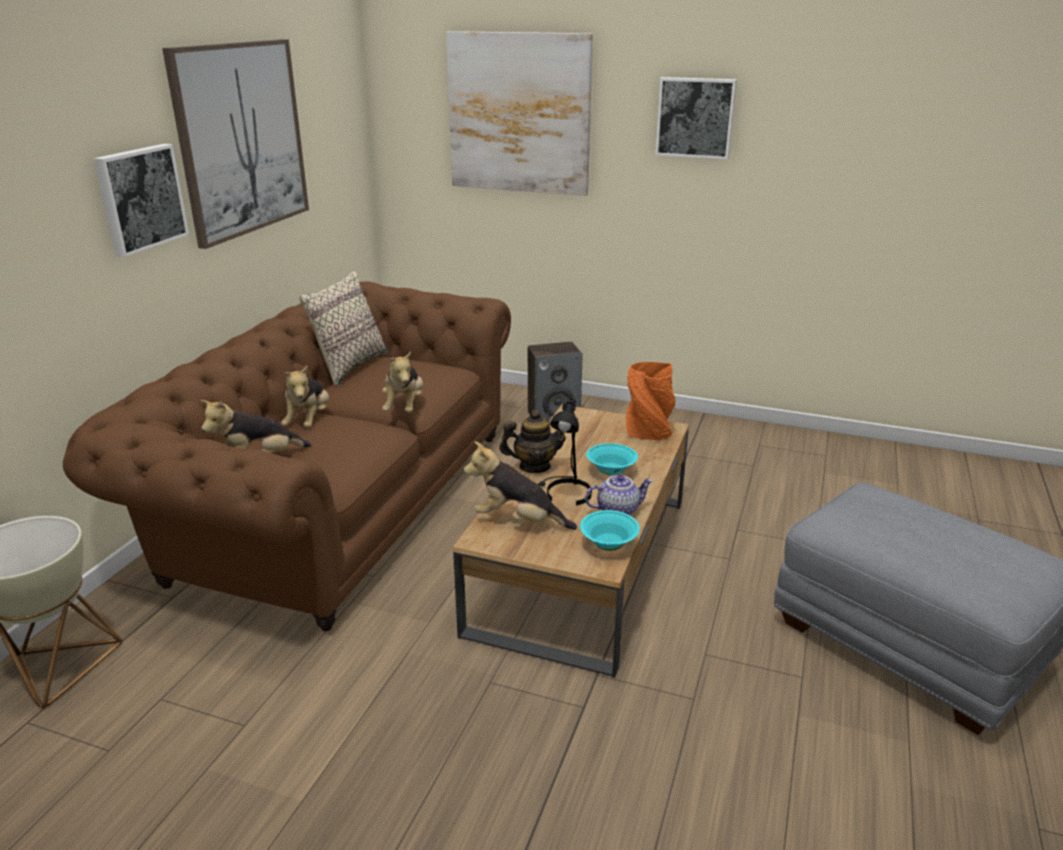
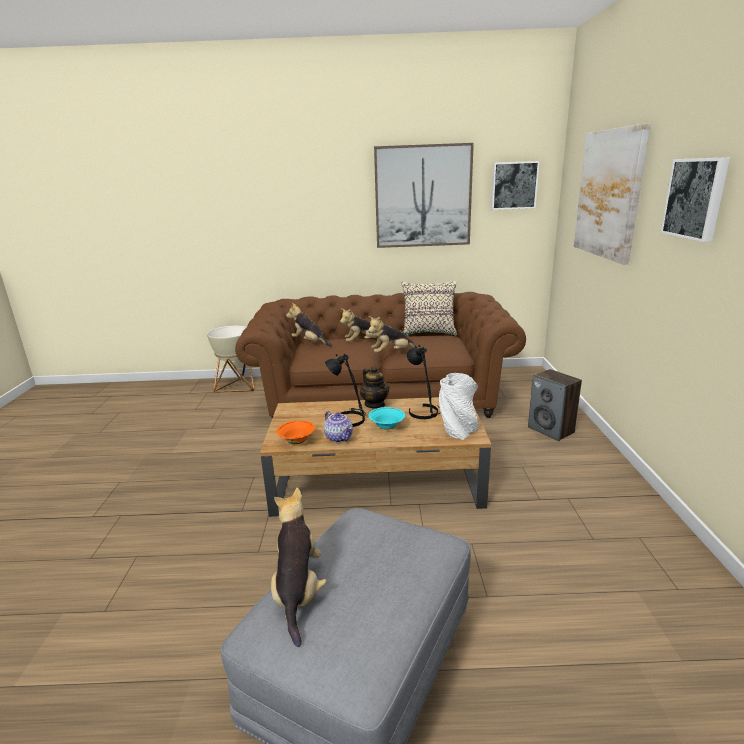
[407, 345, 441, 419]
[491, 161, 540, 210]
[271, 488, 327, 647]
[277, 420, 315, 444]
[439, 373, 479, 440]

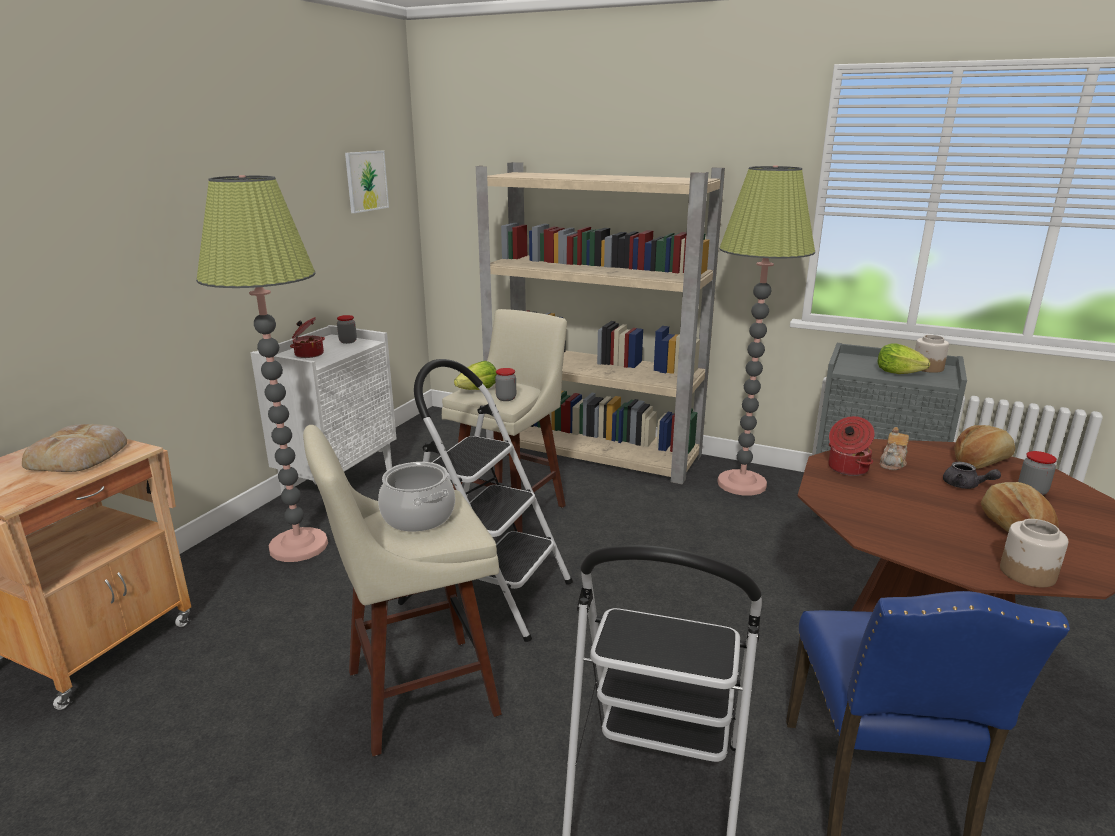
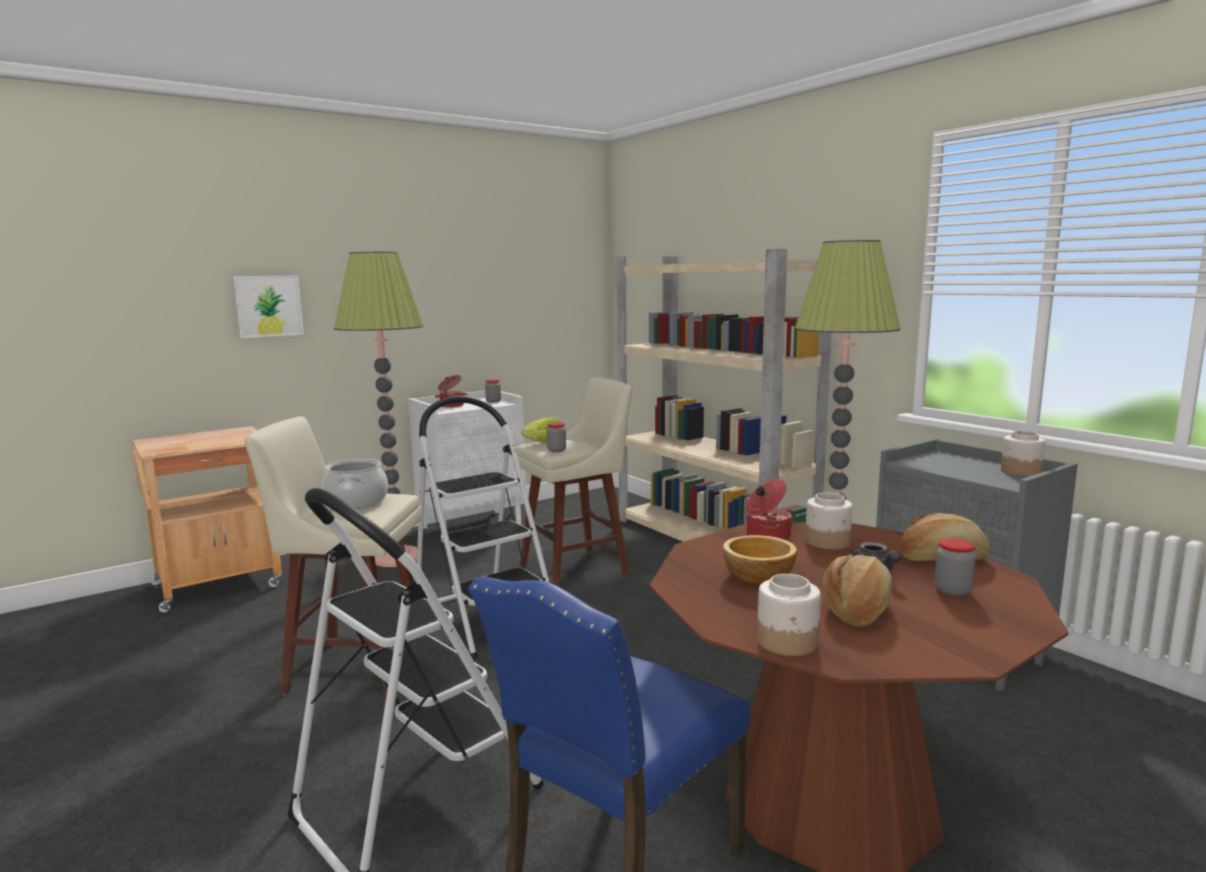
[22, 424, 127, 472] (first image)
[877, 343, 930, 374] (first image)
[723, 535, 797, 585]
[233, 276, 304, 338]
[805, 493, 853, 550]

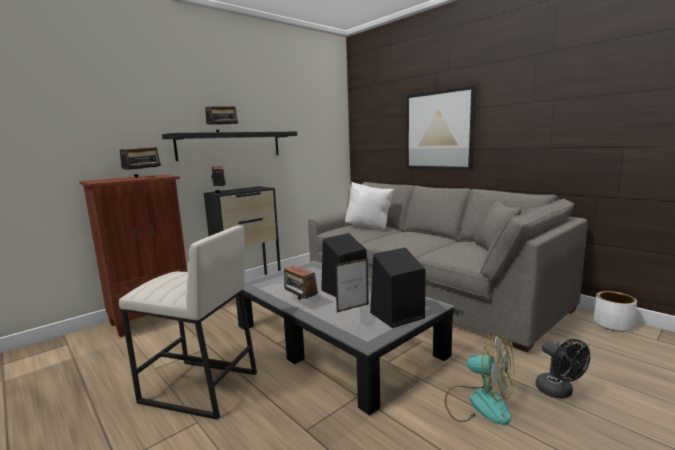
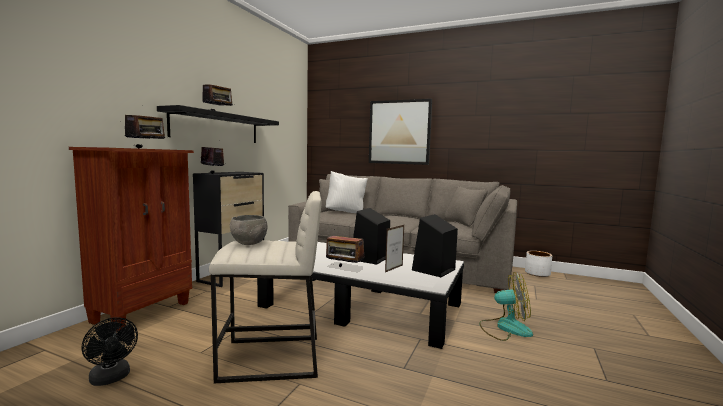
[230, 215, 268, 245]
[81, 317, 138, 386]

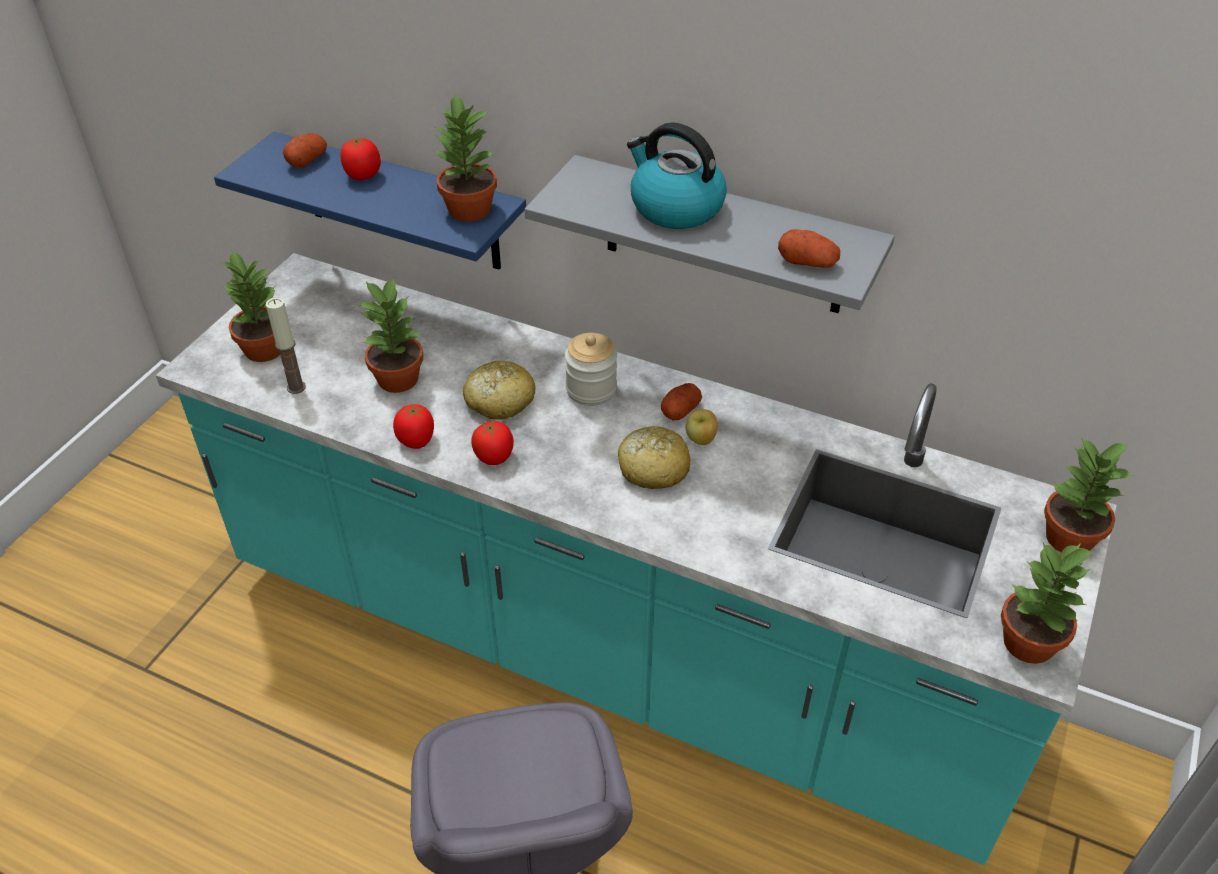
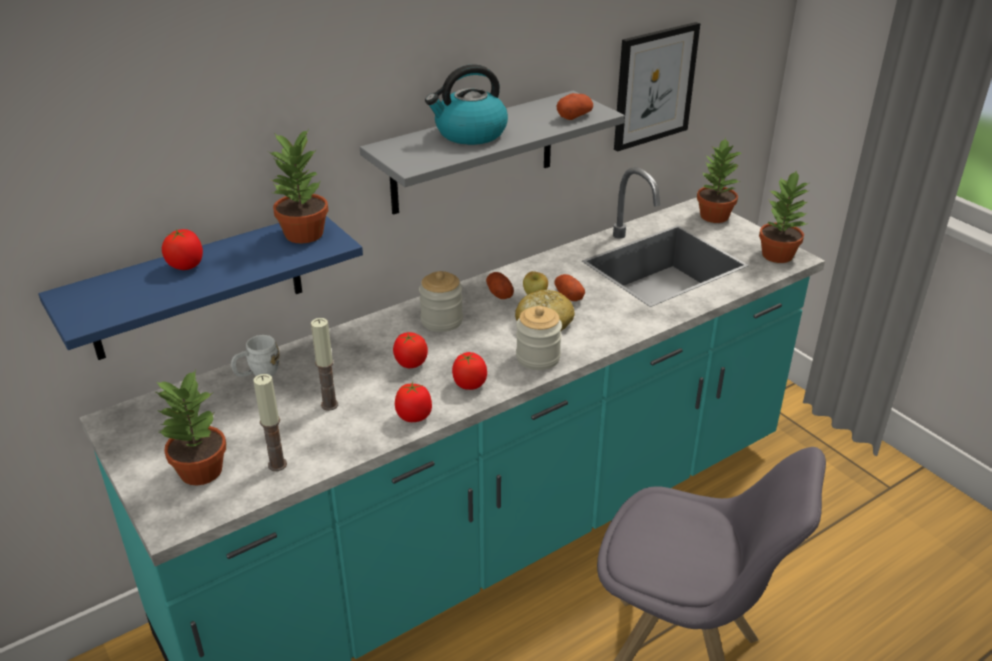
[231, 335, 280, 377]
[516, 306, 562, 370]
[614, 22, 701, 152]
[554, 274, 585, 301]
[311, 318, 338, 411]
[393, 332, 428, 368]

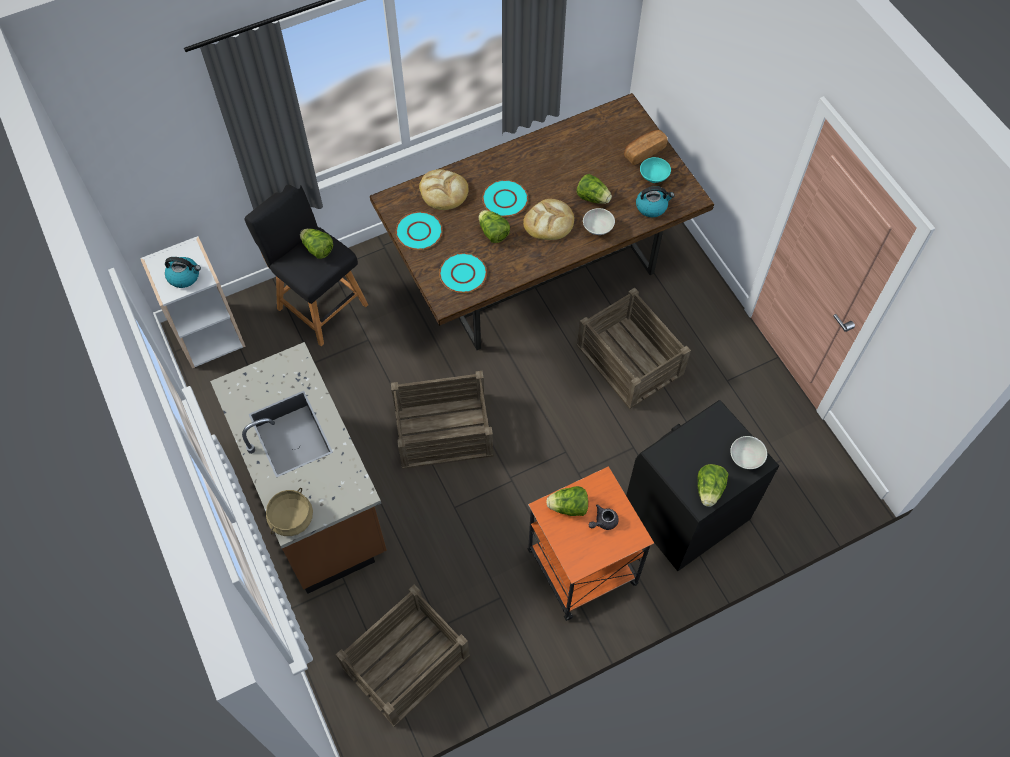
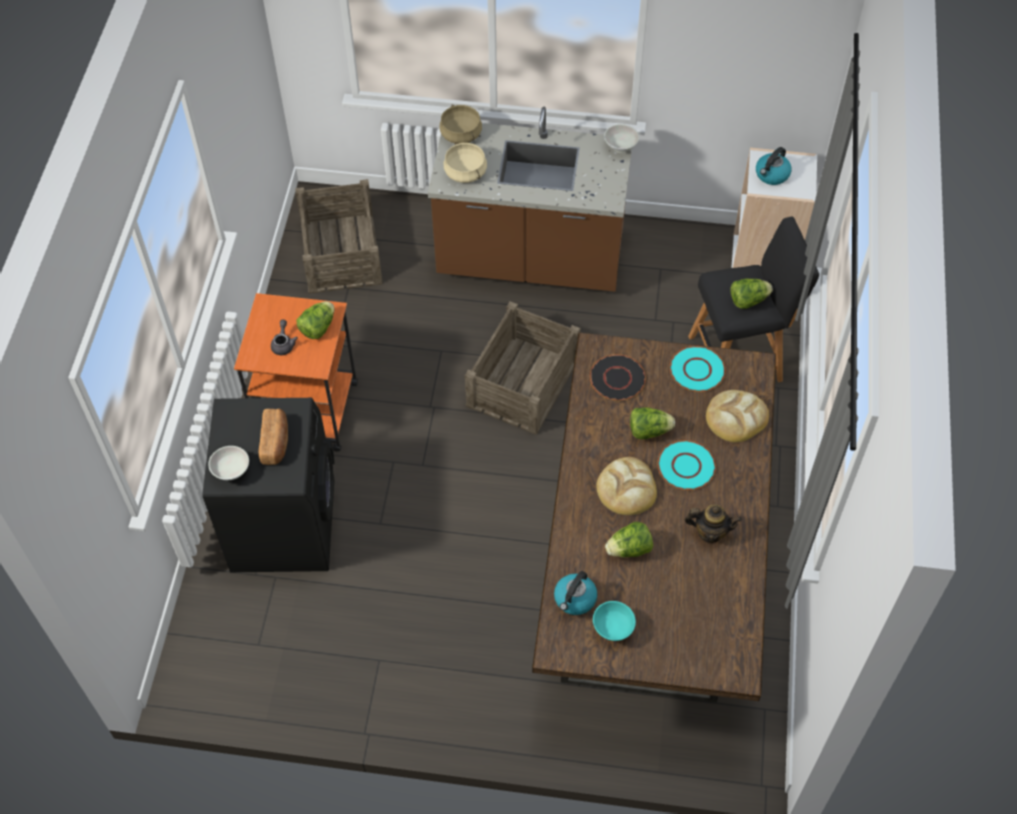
[576, 288, 691, 409] (first image)
[698, 464, 728, 507] (first image)
[444, 142, 487, 183]
[684, 505, 742, 543]
[604, 124, 639, 153]
[259, 409, 288, 465]
[590, 354, 646, 400]

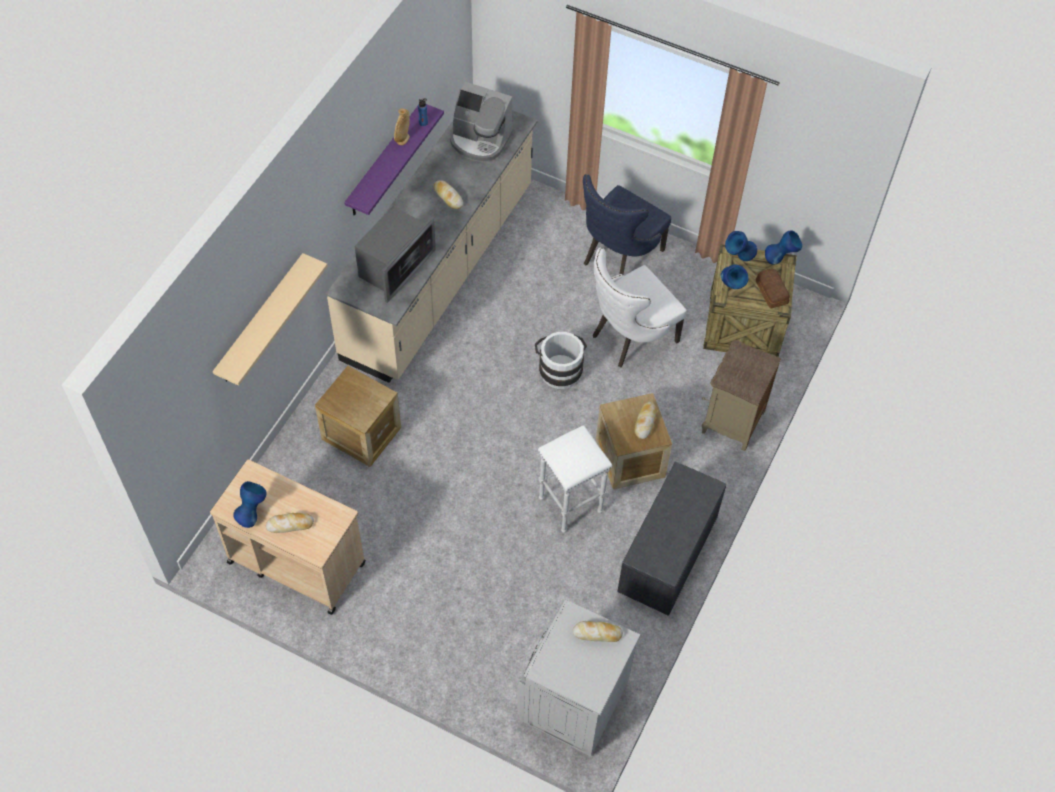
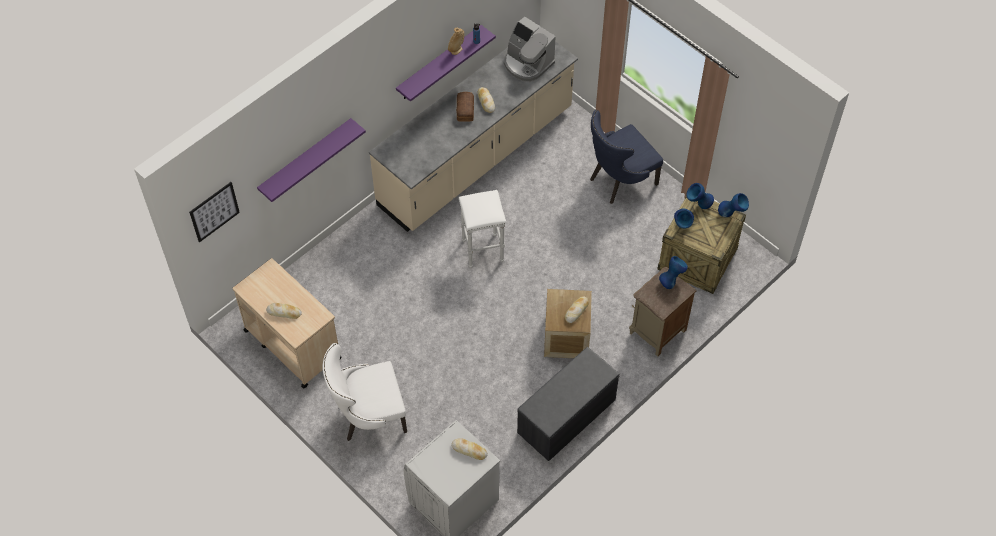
[315, 366, 401, 467] (first image)
[355, 206, 436, 303] (first image)
[535, 332, 587, 389] (first image)
[189, 182, 240, 243]
[659, 256, 688, 289]
[459, 190, 506, 268]
[322, 343, 407, 441]
[456, 92, 474, 122]
[257, 118, 366, 202]

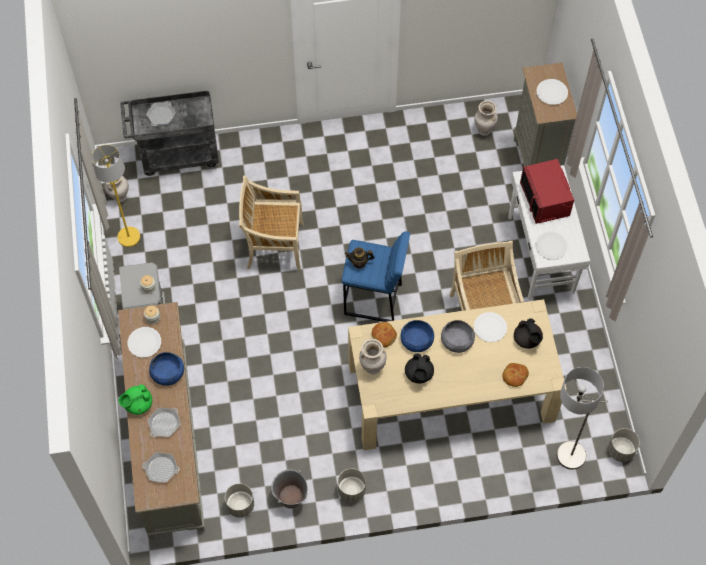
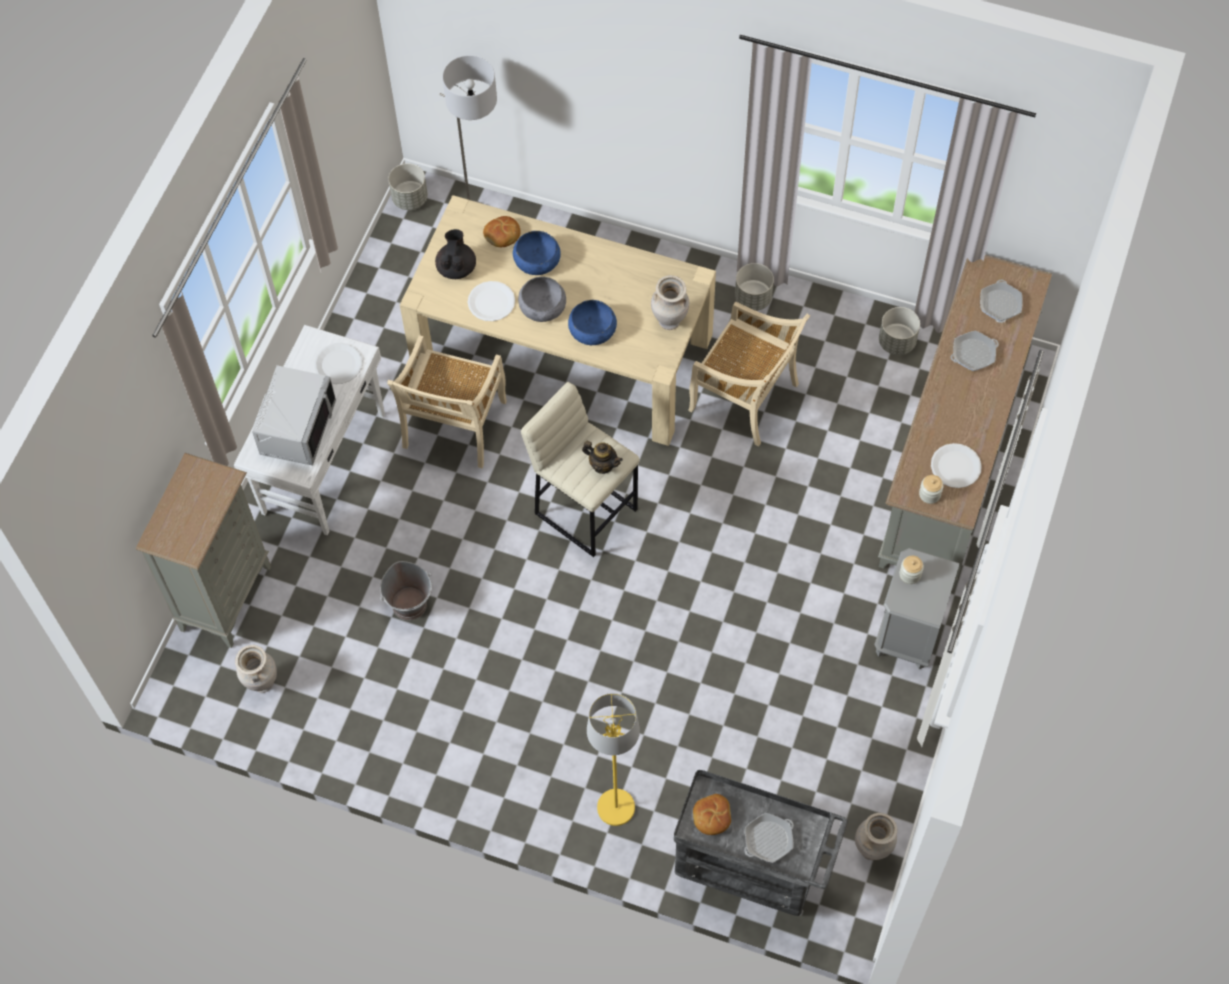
[119, 384, 152, 415] (first image)
[405, 353, 434, 383] (first image)
[537, 79, 568, 105] (first image)
[587, 693, 640, 826]
[513, 231, 561, 275]
[688, 302, 810, 447]
[380, 561, 432, 620]
[693, 794, 731, 835]
[521, 382, 640, 557]
[252, 365, 336, 466]
[980, 280, 1023, 323]

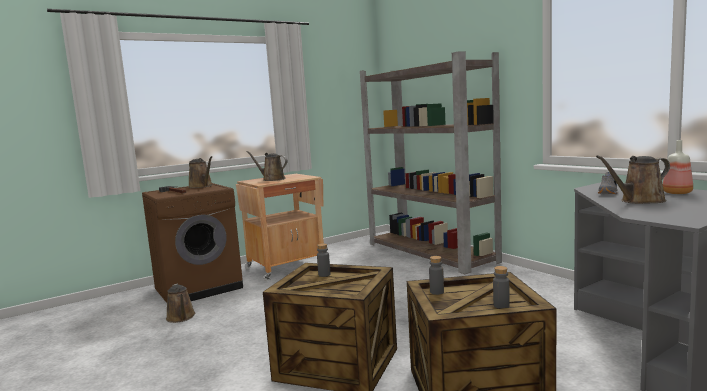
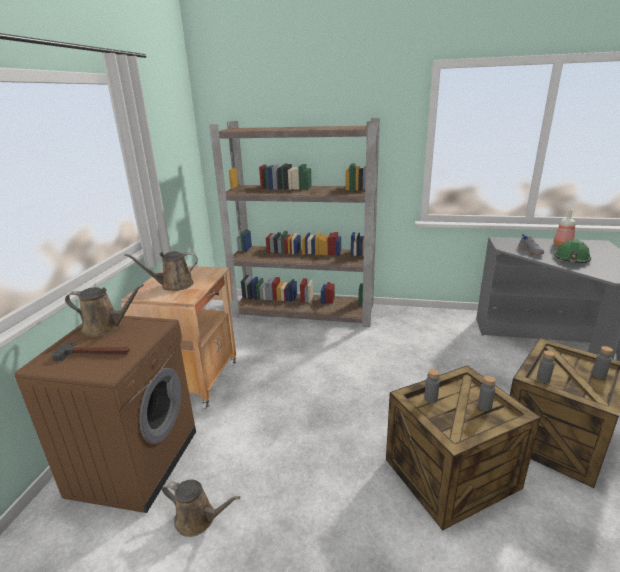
[478, 376, 496, 411]
[554, 239, 591, 263]

